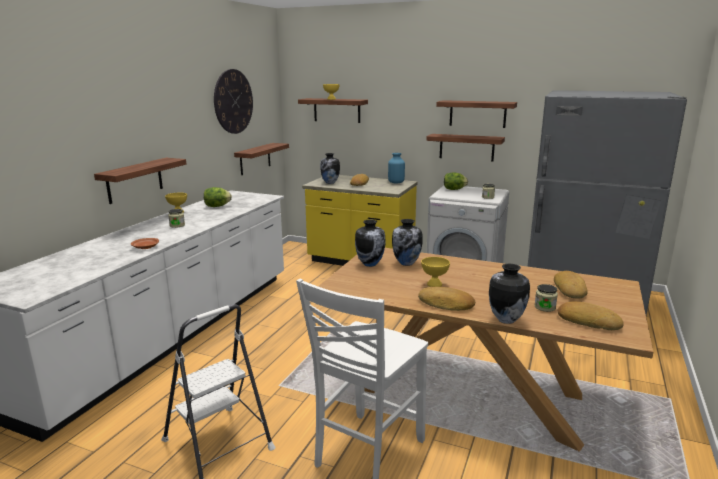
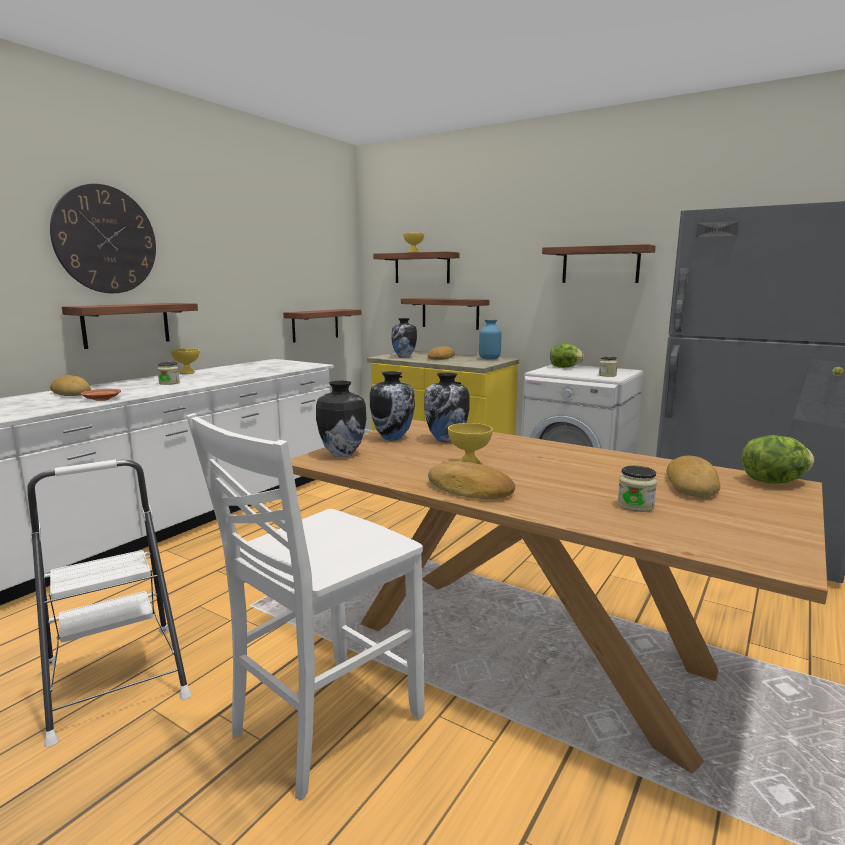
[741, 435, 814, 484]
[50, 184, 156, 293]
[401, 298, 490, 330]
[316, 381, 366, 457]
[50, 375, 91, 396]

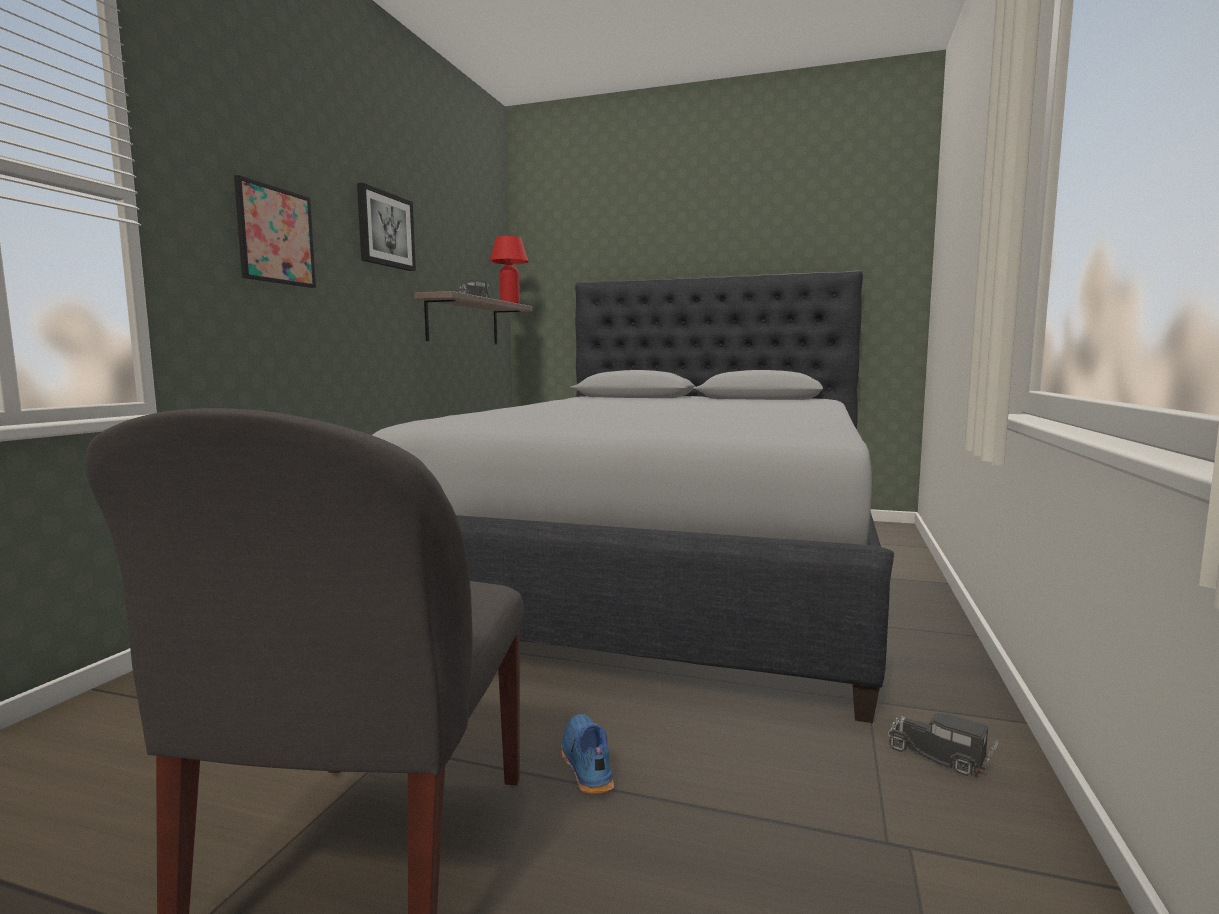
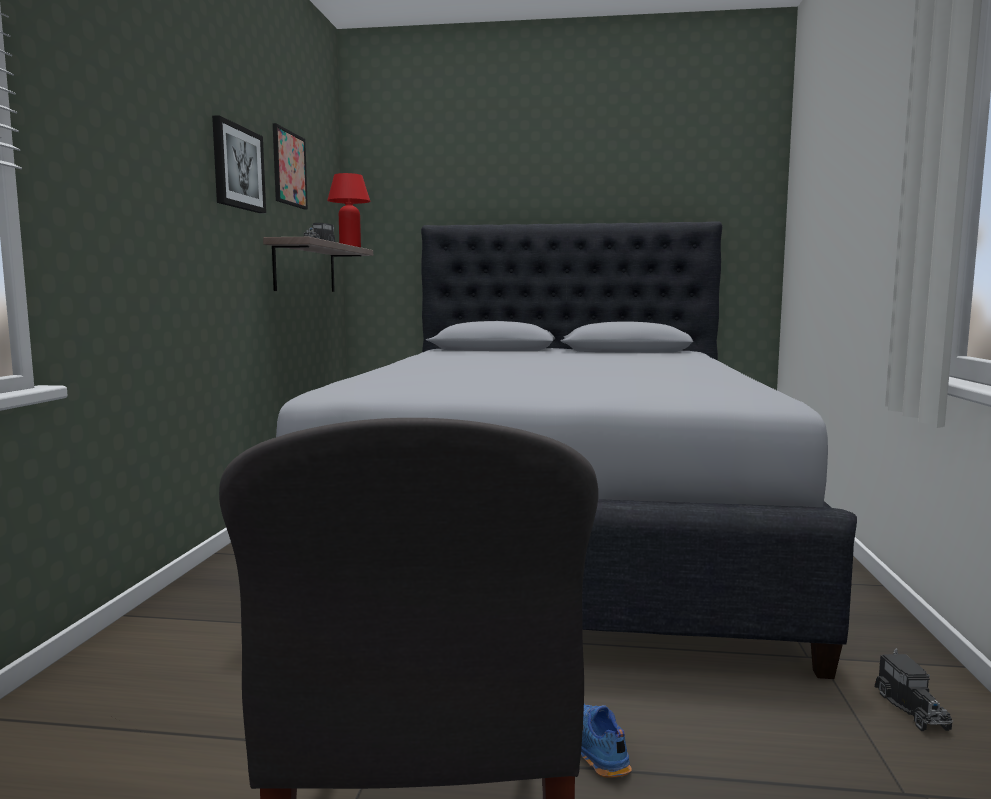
[273, 123, 308, 210]
[875, 648, 953, 731]

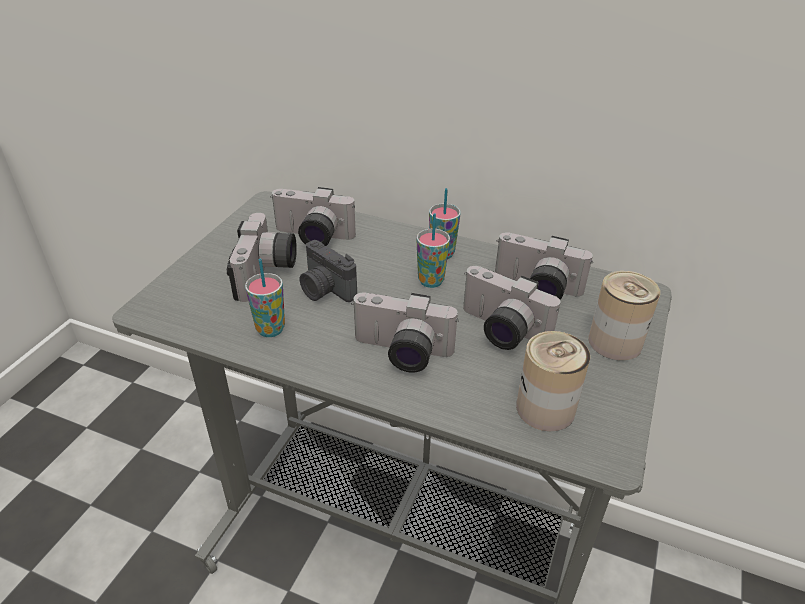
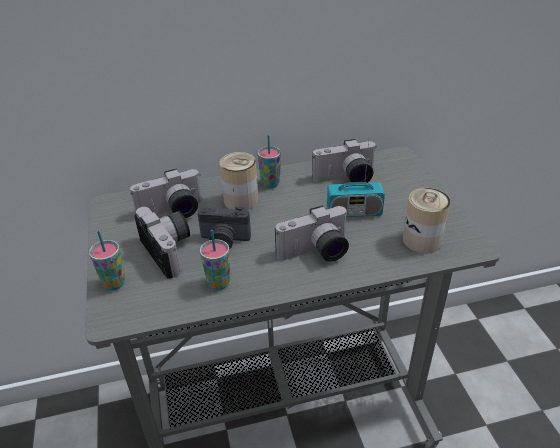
[89, 230, 125, 290]
[220, 152, 258, 210]
[327, 140, 385, 217]

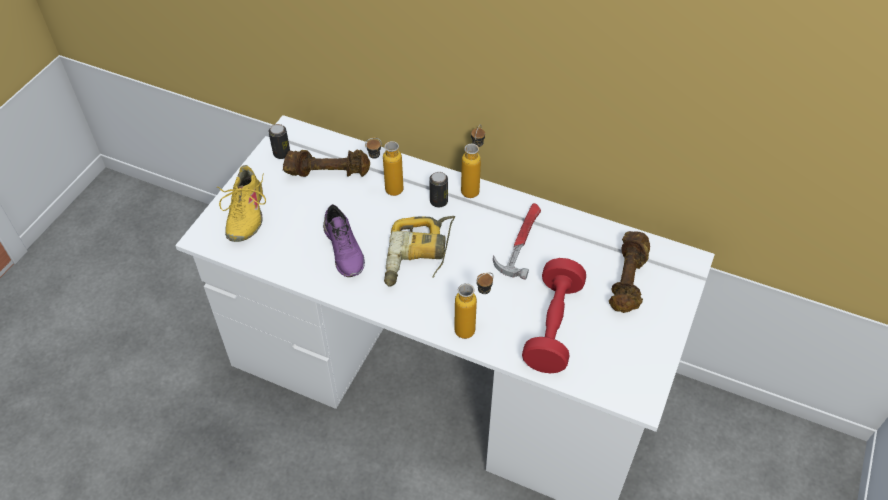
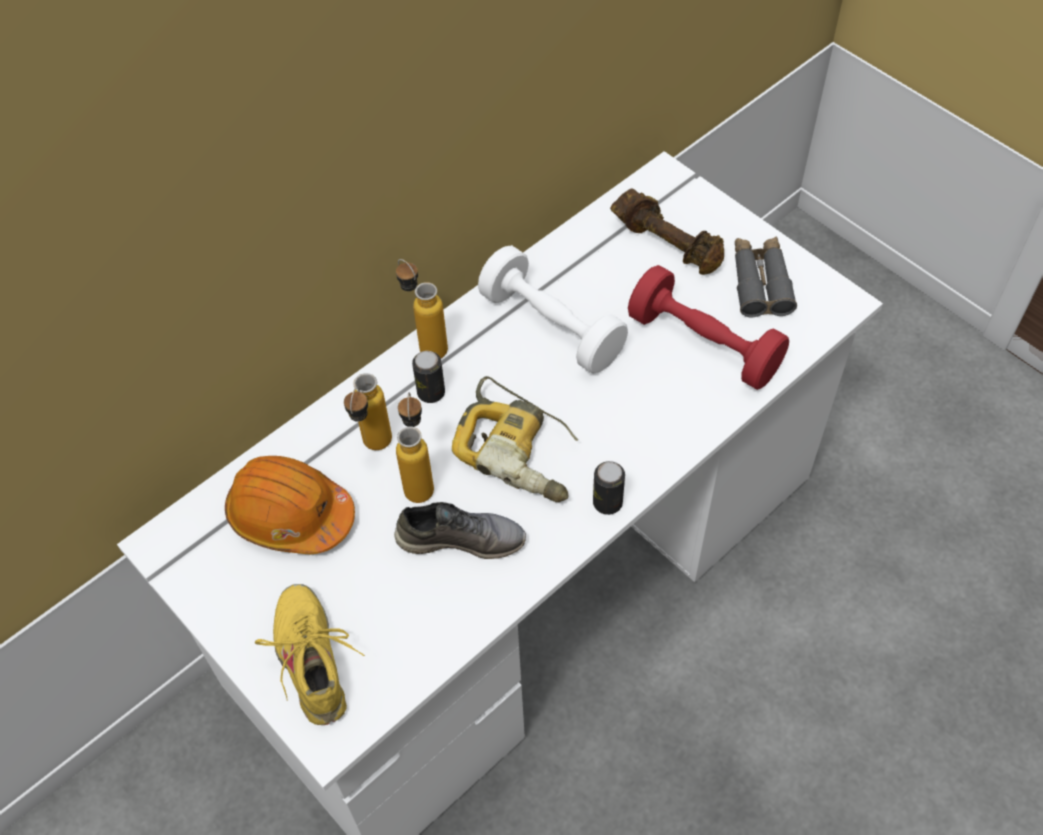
[735, 237, 797, 317]
[593, 461, 625, 515]
[396, 392, 434, 503]
[225, 456, 355, 554]
[478, 245, 628, 374]
[394, 502, 526, 559]
[254, 584, 365, 725]

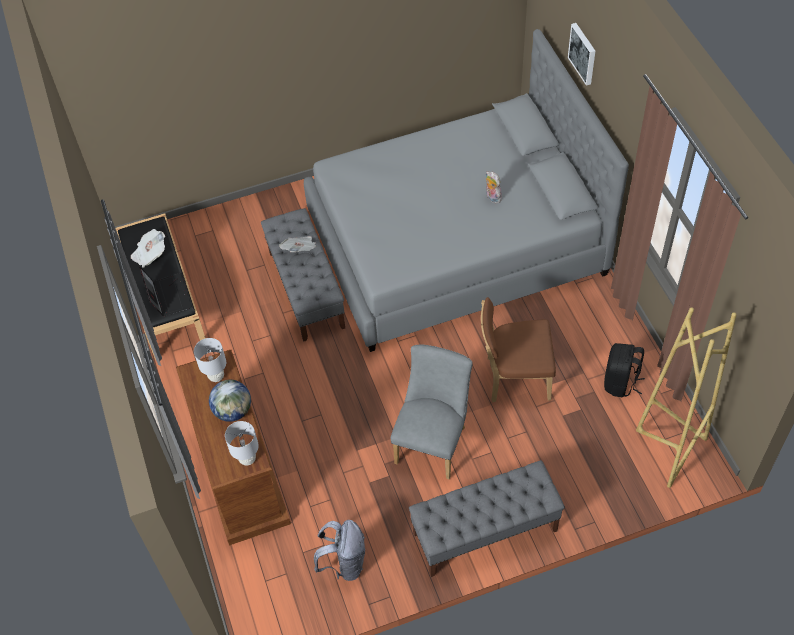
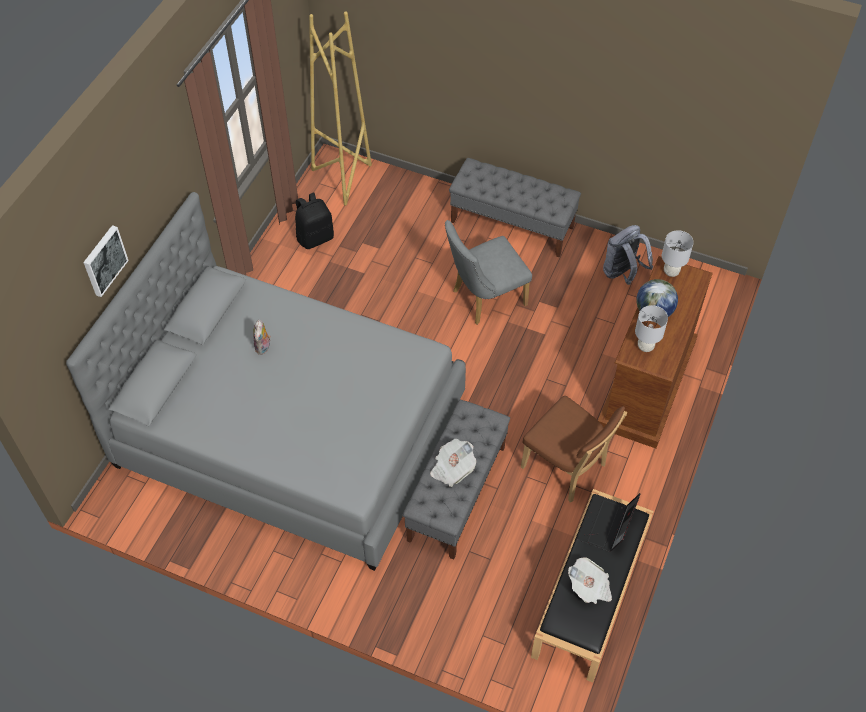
[521, 396, 627, 503]

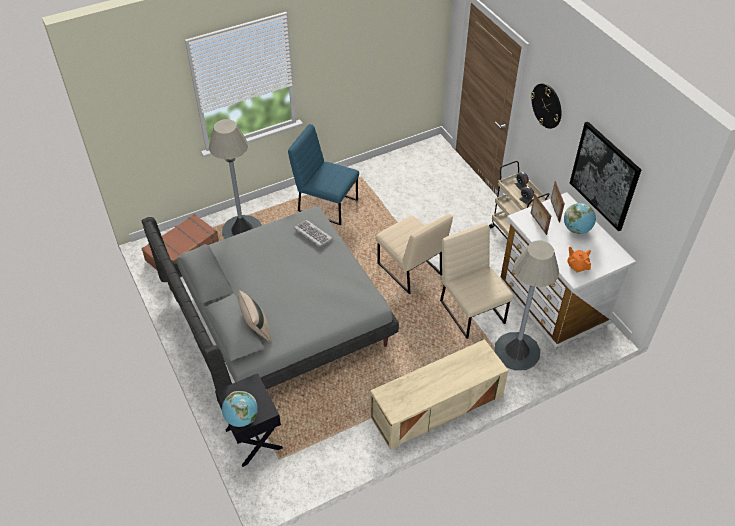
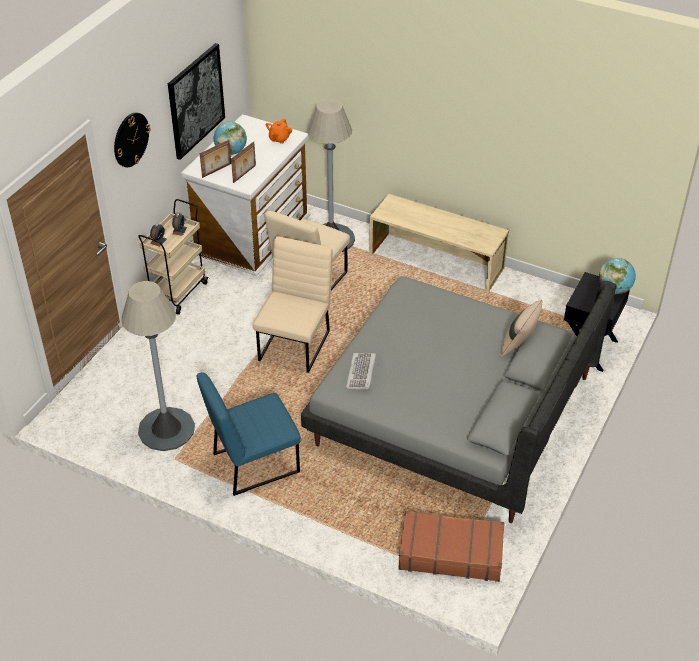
[121, 281, 195, 451]
[197, 372, 301, 496]

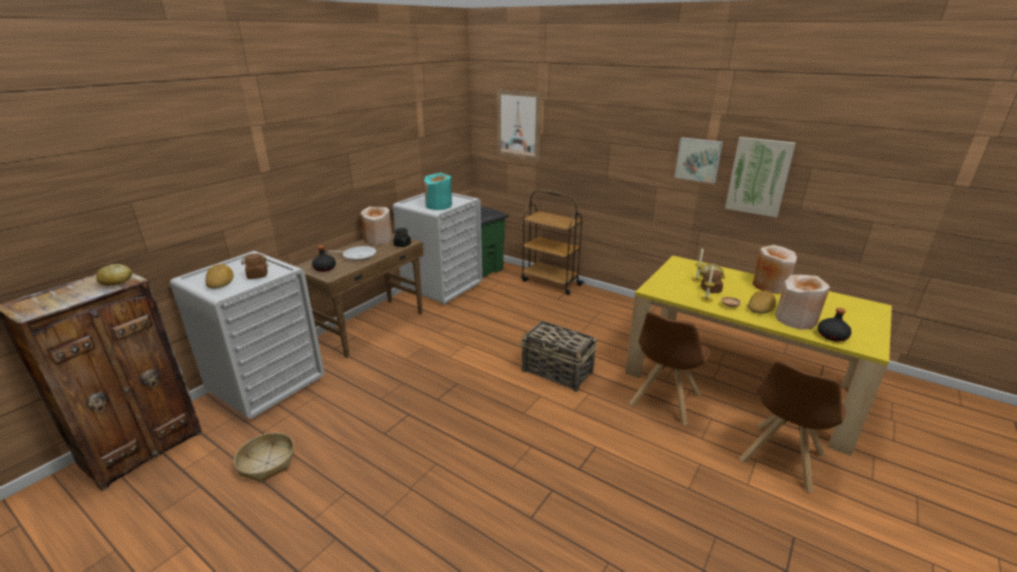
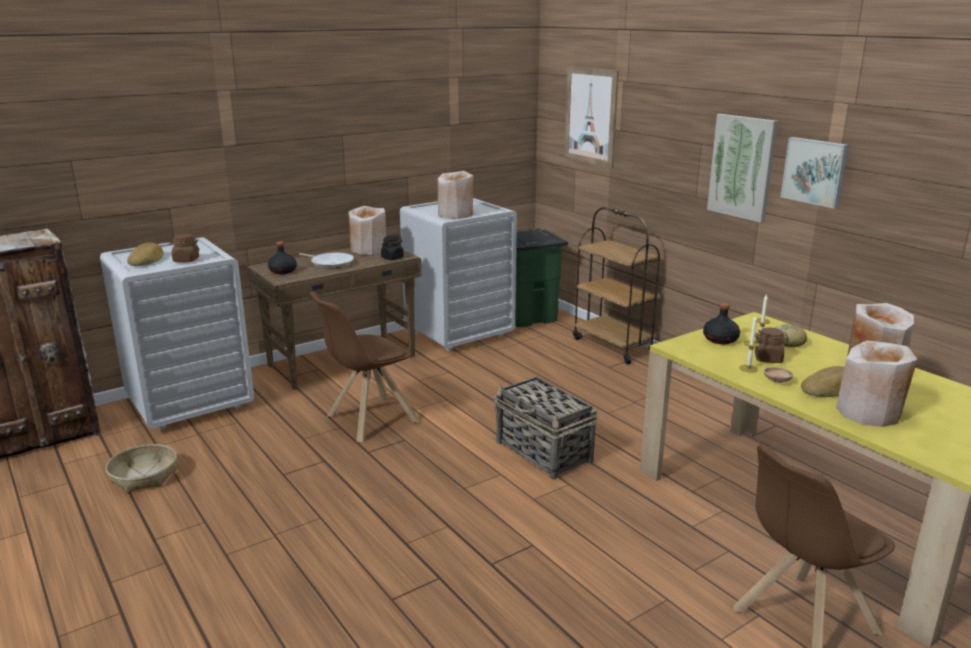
[96, 264, 132, 286] (first image)
[310, 292, 420, 443]
[707, 114, 778, 223]
[703, 303, 740, 344]
[438, 171, 473, 219]

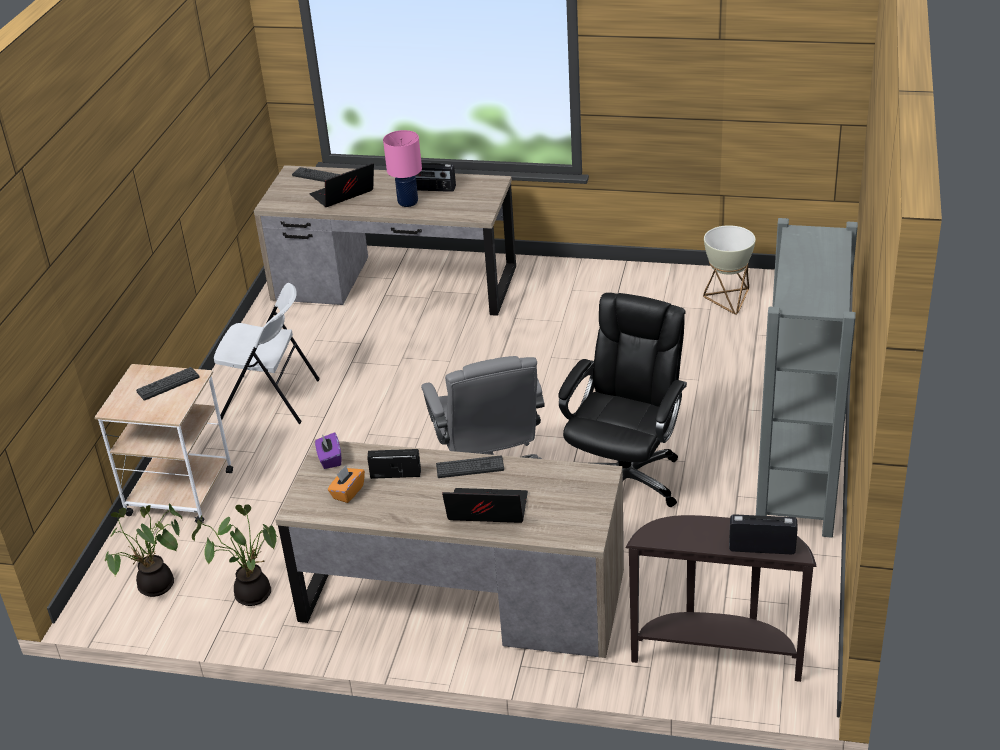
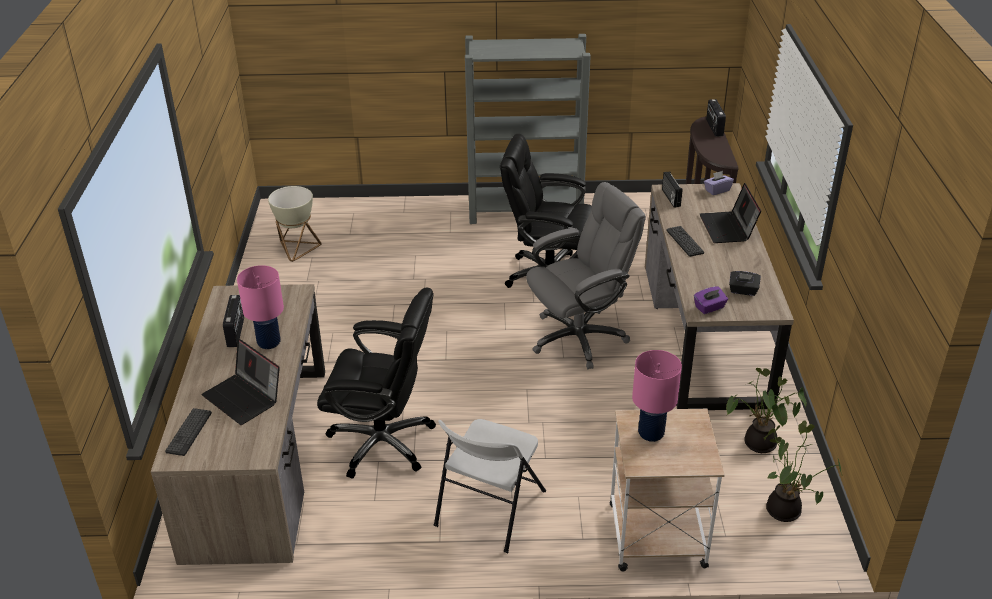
[317, 288, 436, 479]
[704, 171, 734, 195]
[662, 171, 683, 208]
[632, 350, 682, 442]
[729, 271, 761, 296]
[434, 419, 546, 553]

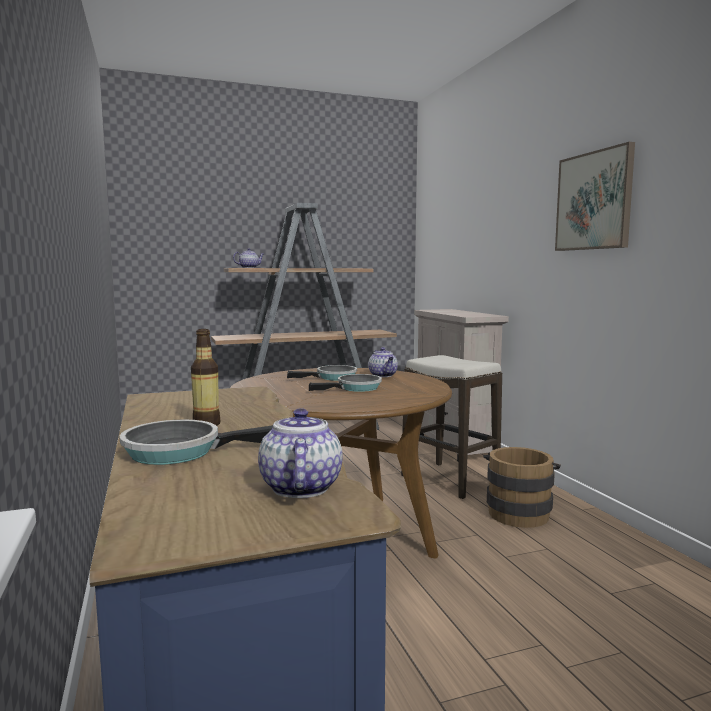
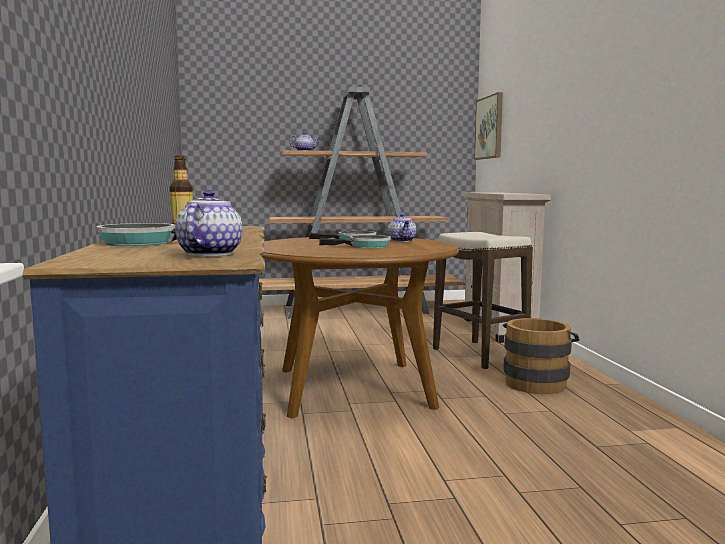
[474, 92, 503, 160]

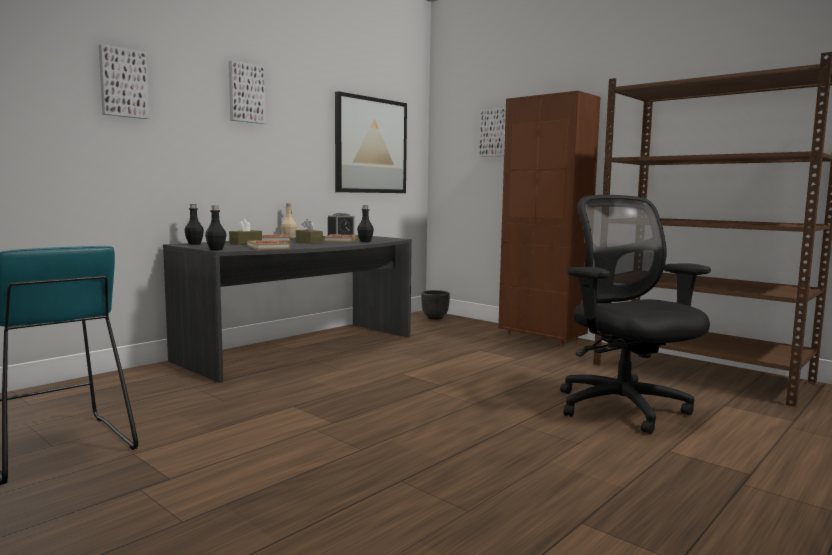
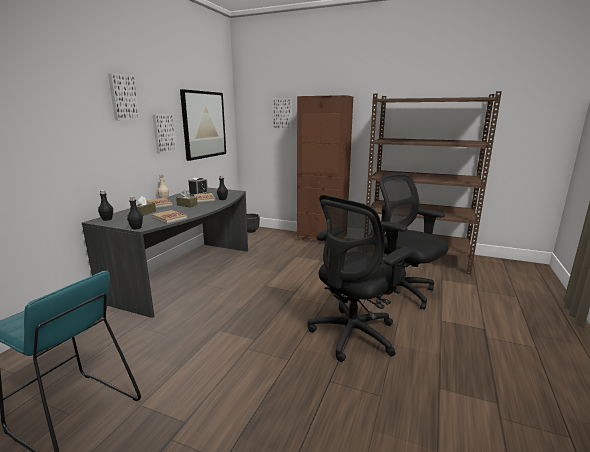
[308, 195, 413, 362]
[152, 114, 176, 153]

